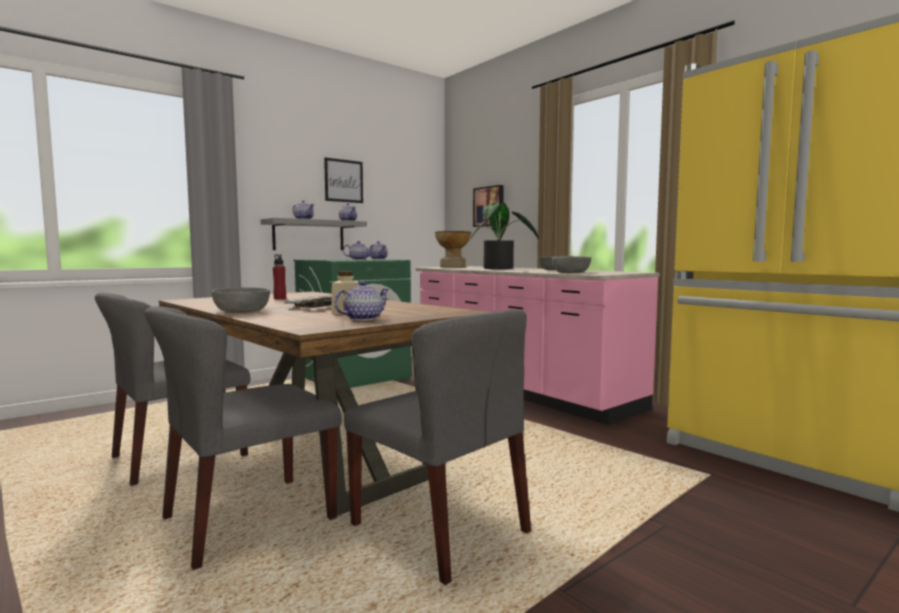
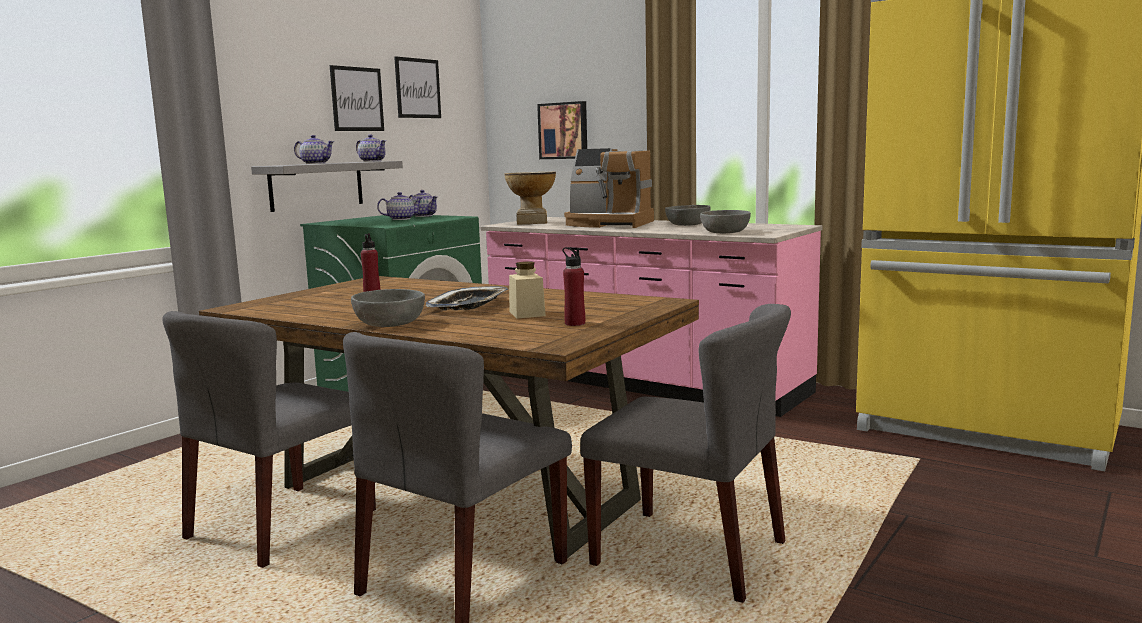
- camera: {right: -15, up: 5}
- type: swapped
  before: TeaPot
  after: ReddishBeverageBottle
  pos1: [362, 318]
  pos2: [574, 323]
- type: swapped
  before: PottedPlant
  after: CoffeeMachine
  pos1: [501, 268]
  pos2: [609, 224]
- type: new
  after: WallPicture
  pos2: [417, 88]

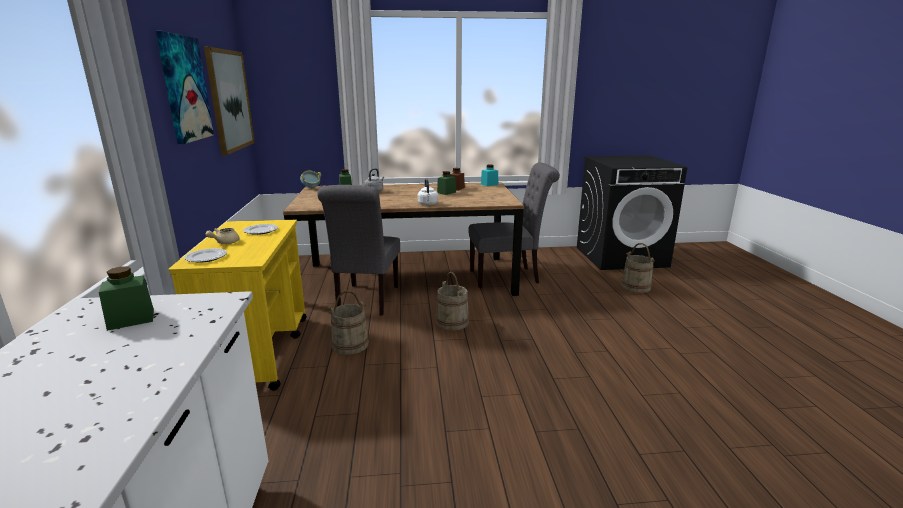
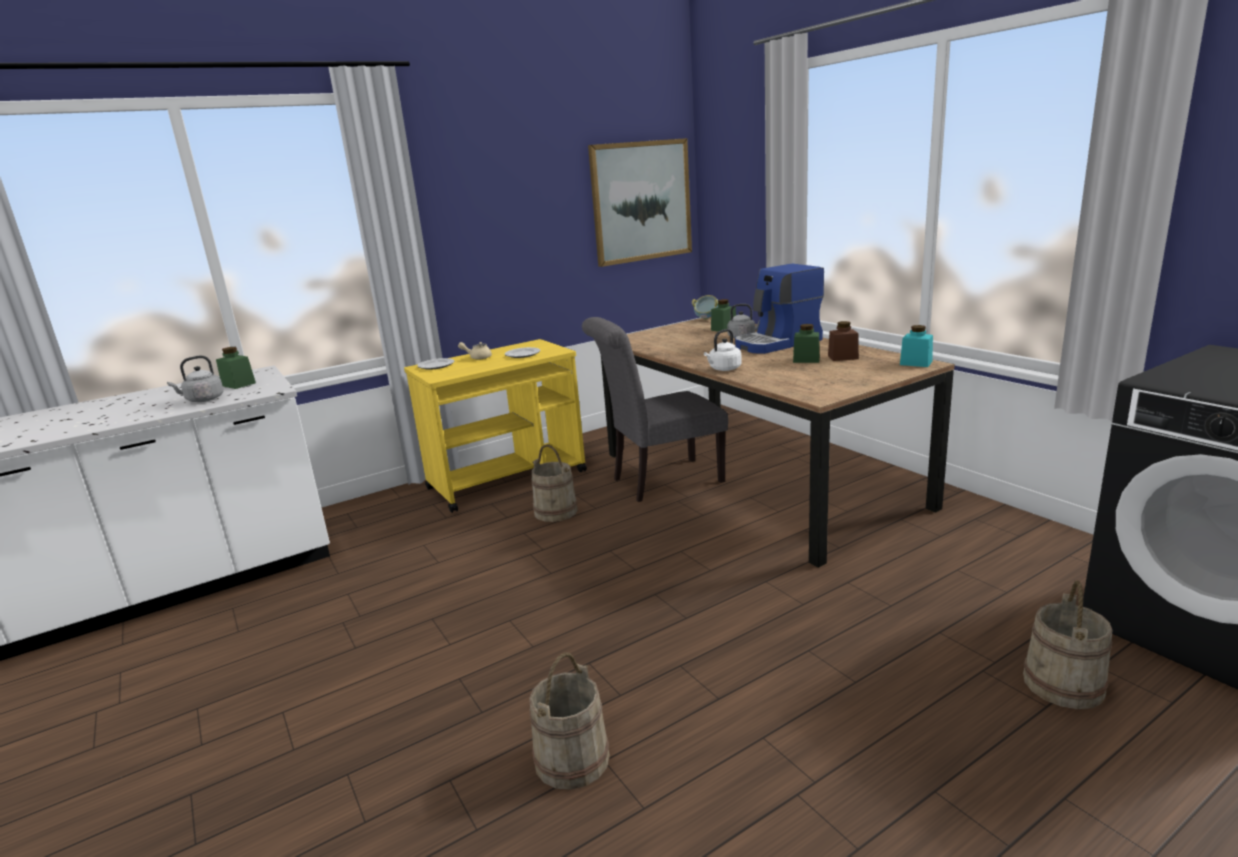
- camera: {right: 65, up: 0}
- type: gone
  before: WallPicture
  pos1: [185, 88]
- type: shifted
  before: BeigeBucket
  pos1: [452, 322]
  pos2: [572, 759]
- type: gone
  before: GreyUprightChair
  pos1: [508, 276]
- type: new
  after: GreyKettle
  pos2: [203, 400]
- type: new
  after: CoffeeMachine
  pos2: [778, 343]

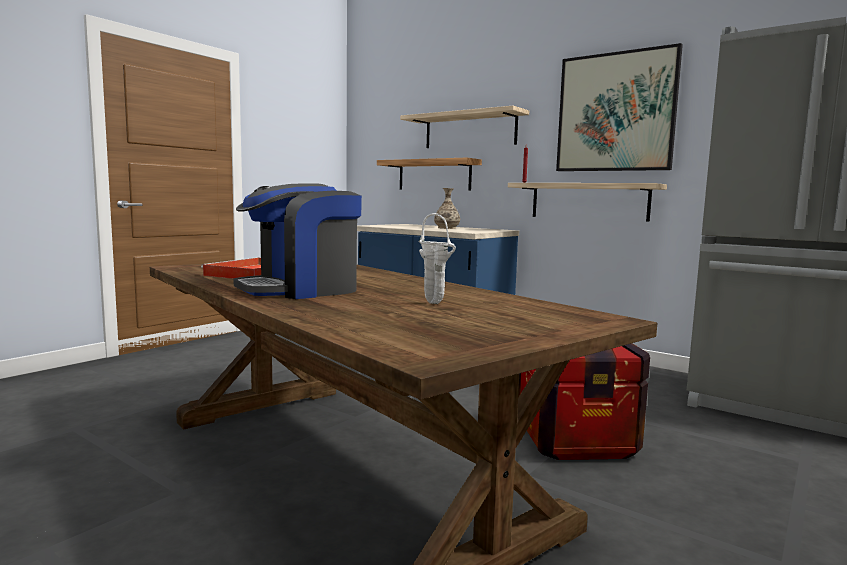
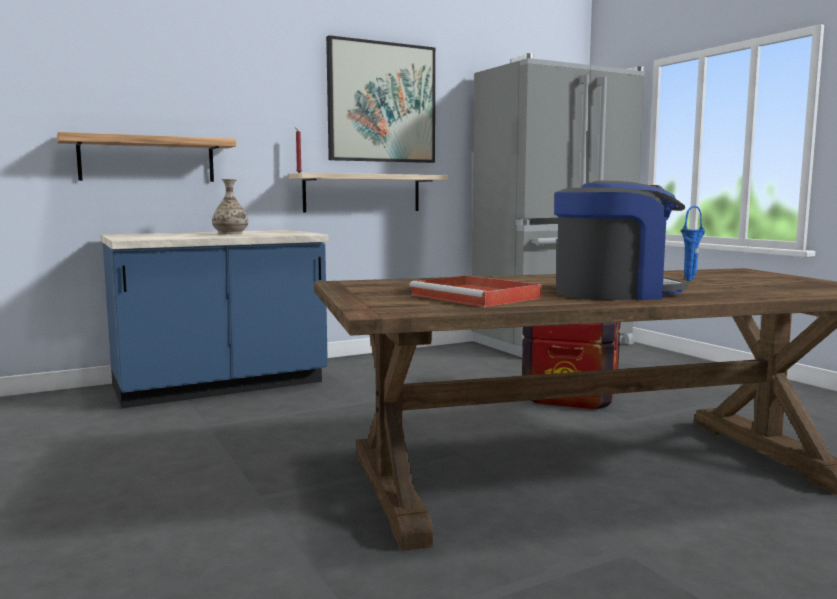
- camera: {right: -65, up: 0}
- type: rotated
  before: CoffeeMachine
  pos1: [301, 290]
  pos2: [614, 293]
  turn: -90
- type: gone
  before: BracketShelf
  pos1: [470, 130]
- type: repainted
  before: WhiteColouredFlowerVase
  after: BlueFlowerVase
  pos1: [436, 304]
  pos2: [690, 280]

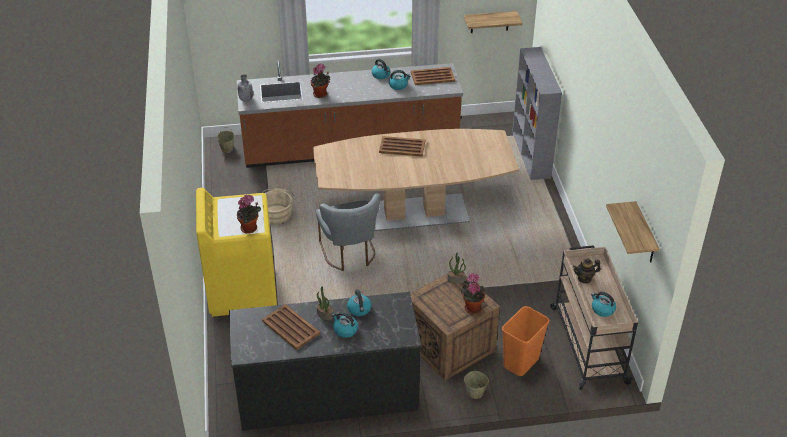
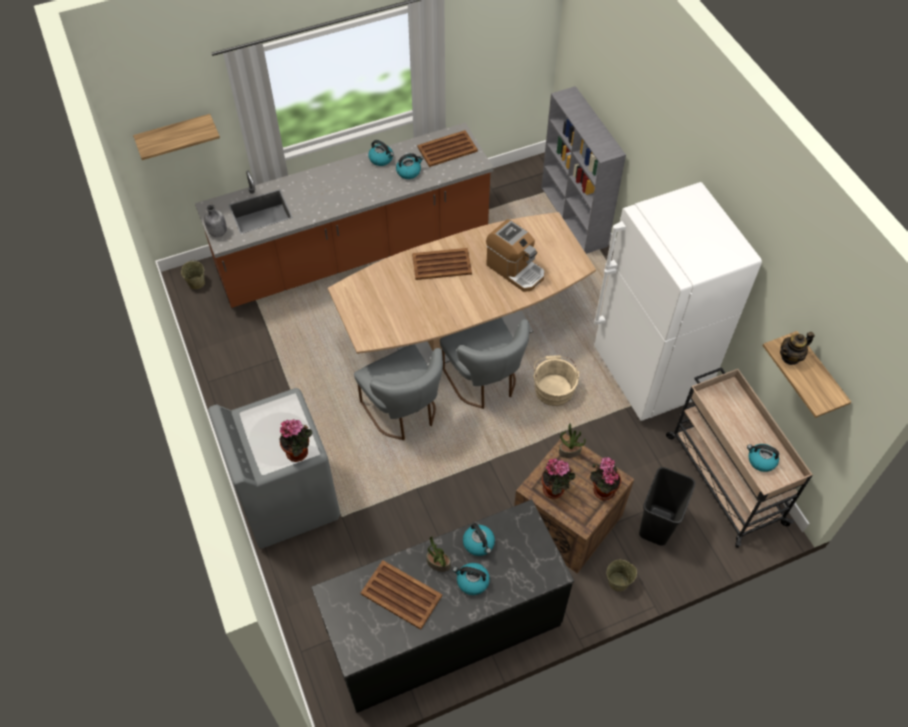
- camera: {right: -15, up: 15}
- type: repainted
  before: YellowLaundryAppliance
  after: GreyLaundryAppliance
  pos1: [242, 290]
  pos2: [287, 499]
- type: shifted
  before: BeigeBucket
  pos1: [277, 214]
  pos2: [553, 388]
- type: shifted
  before: PottedPlant
  pos1: [321, 94]
  pos2: [555, 490]
- type: shifted
  before: BracketShelf
  pos1: [489, 22]
  pos2: [175, 135]
- type: repainted
  before: OrangeRubbishBin
  after: BlackRubbishBin
  pos1: [521, 363]
  pos2: [657, 525]
- type: shifted
  before: TeaPot
  pos1: [584, 278]
  pos2: [790, 357]
- type: new
  after: GreyUprightChair
  pos2: [484, 382]
- type: new
  after: CoffeeMachine
  pos2: [515, 269]
- type: new
  after: WhiteColouredRefrigerator
  pos2: [648, 375]

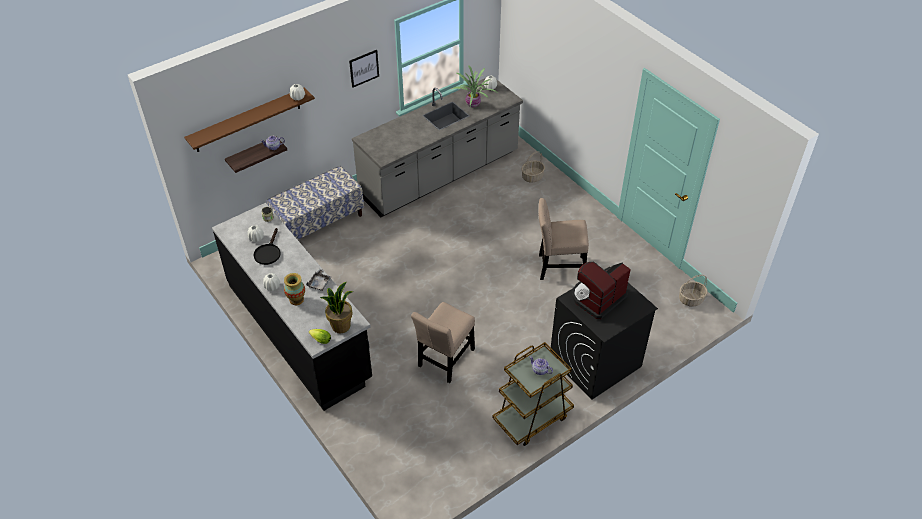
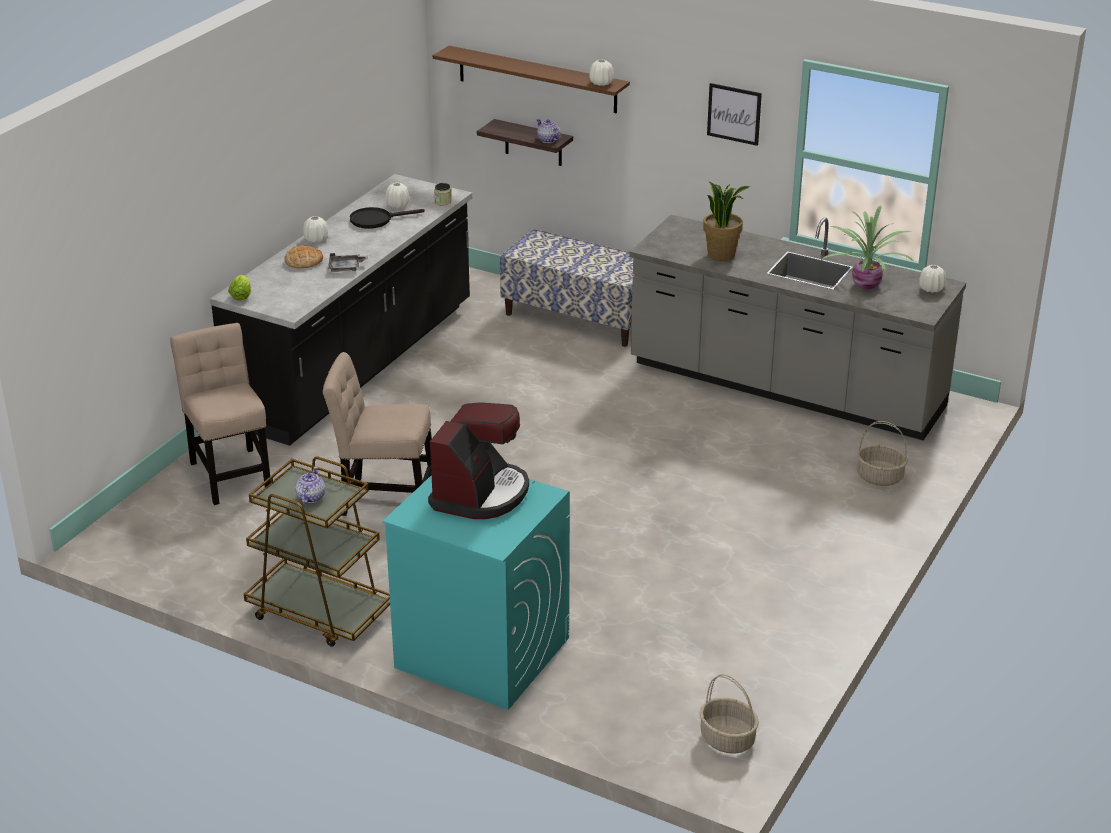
- camera: {right: 65, up: -15}
- type: swapped
  before: FlowerVase
  after: BakedBread
  pos1: [296, 300]
  pos2: [303, 261]
- type: shifted
  before: PottedPlant
  pos1: [341, 326]
  pos2: [721, 254]
- type: shifted
  before: BeigeUprightChair
  pos1: [558, 267]
  pos2: [230, 473]
- type: repainted
  before: BlackLaundryAppliance
  after: TurquoiseLaundryAppliance
  pos1: [595, 362]
  pos2: [481, 652]
- type: rotated
  before: CoffeeMachine
  pos1: [597, 298]
  pos2: [480, 493]
  turn: 90

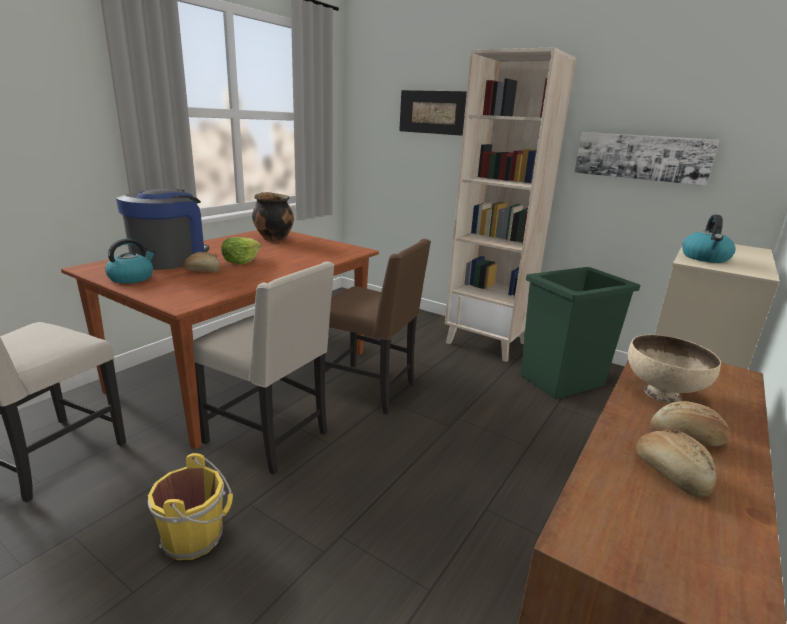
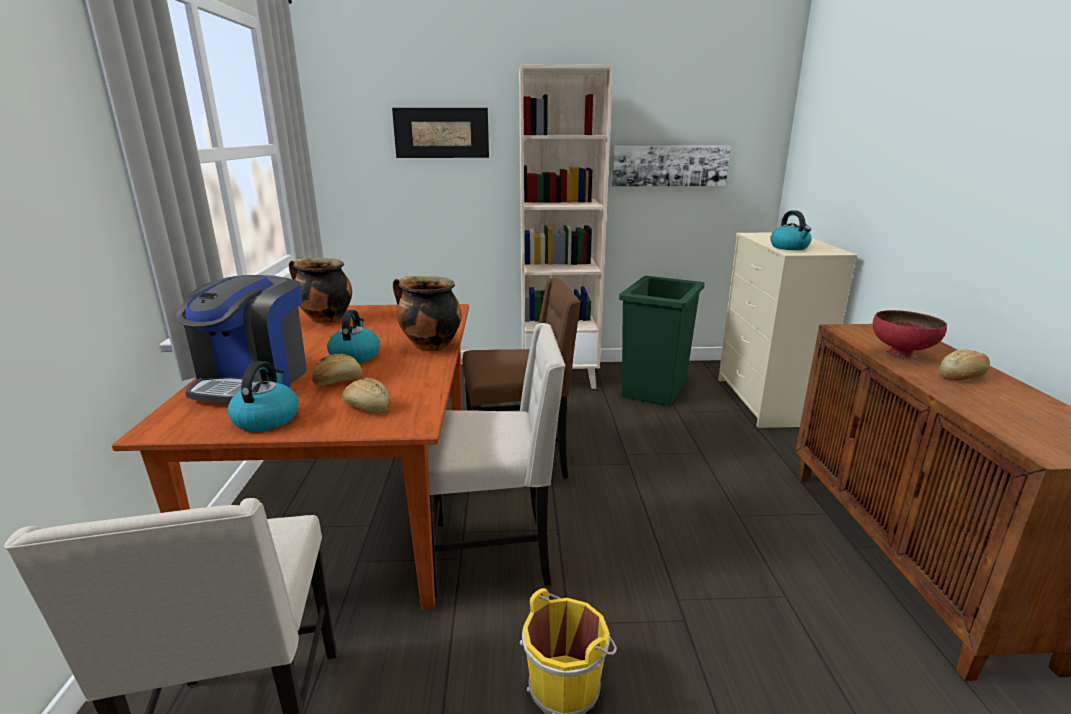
- camera: {right: -35, up: 0}
- type: rotated
  before: CoffeeMachine
  pos1: [169, 259]
  pos2: [254, 380]
  turn: -150
- type: swapped
  before: HeadOfLettuce
  after: Kettle
  pos1: [241, 261]
  pos2: [355, 356]
- type: repainted
  before: BeigeServingBowl
  after: ReddishServingBowl
  pos1: [661, 394]
  pos2: [900, 355]
- type: shifted
  before: BakedBread
  pos1: [671, 474]
  pos2: [368, 407]
- type: new
  after: Saucepot
  pos2: [429, 346]

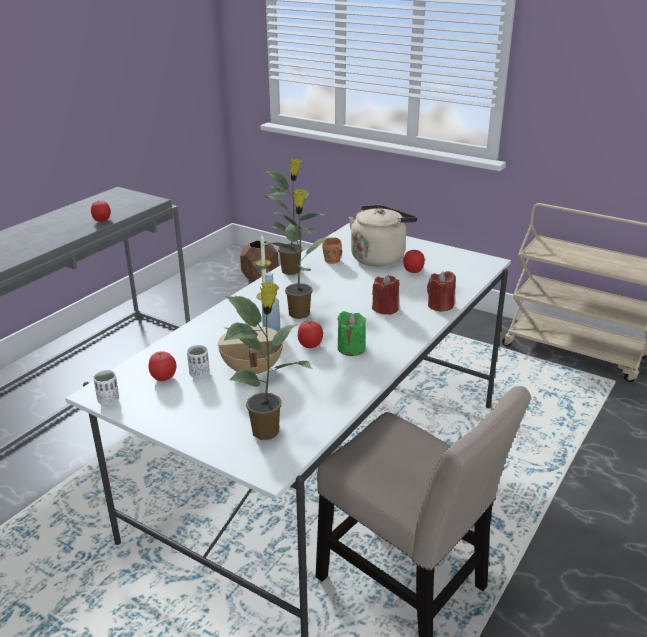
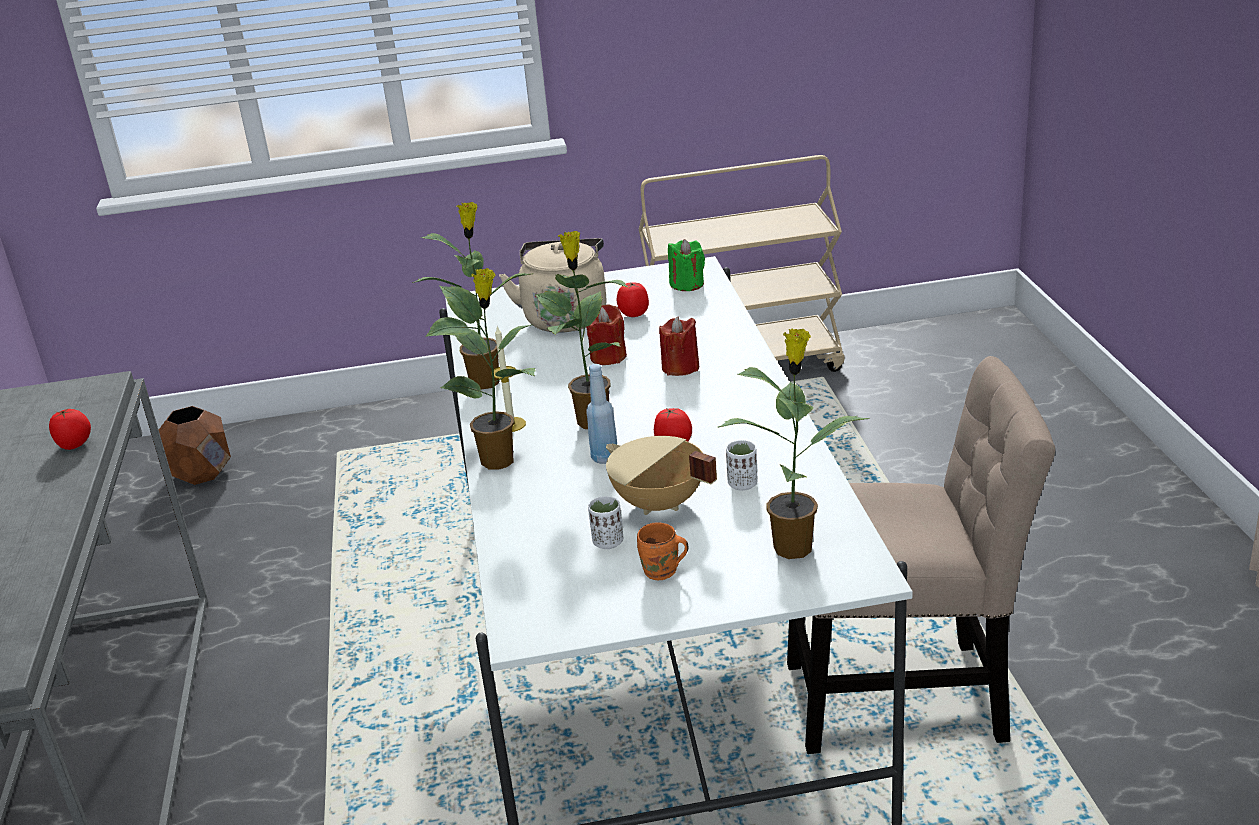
- camera: {right: -40, up: 0}
- type: shifted
  before: WhiteColouredCup
  pos1: [109, 401]
  pos2: [742, 484]
- type: gone
  before: WholeTomato
  pos1: [163, 378]
- type: shifted
  before: OrangeTeaMug
  pos1: [332, 261]
  pos2: [662, 573]
- type: shifted
  before: GreenishWaxLight
  pos1: [351, 348]
  pos2: [687, 284]
- type: shifted
  before: ReddishWaxLight
  pos1: [440, 305]
  pos2: [608, 357]
- type: new
  after: PottedPlant
  pos2: [500, 460]

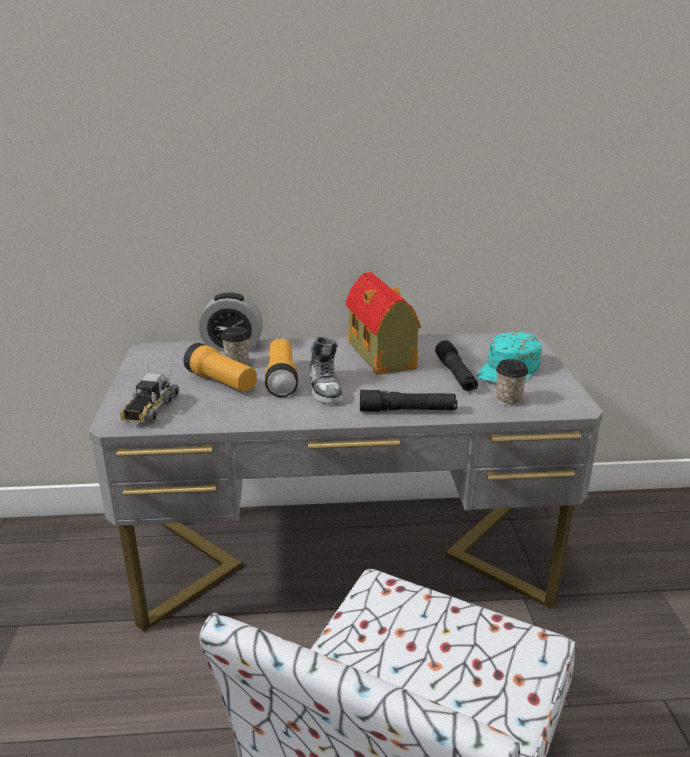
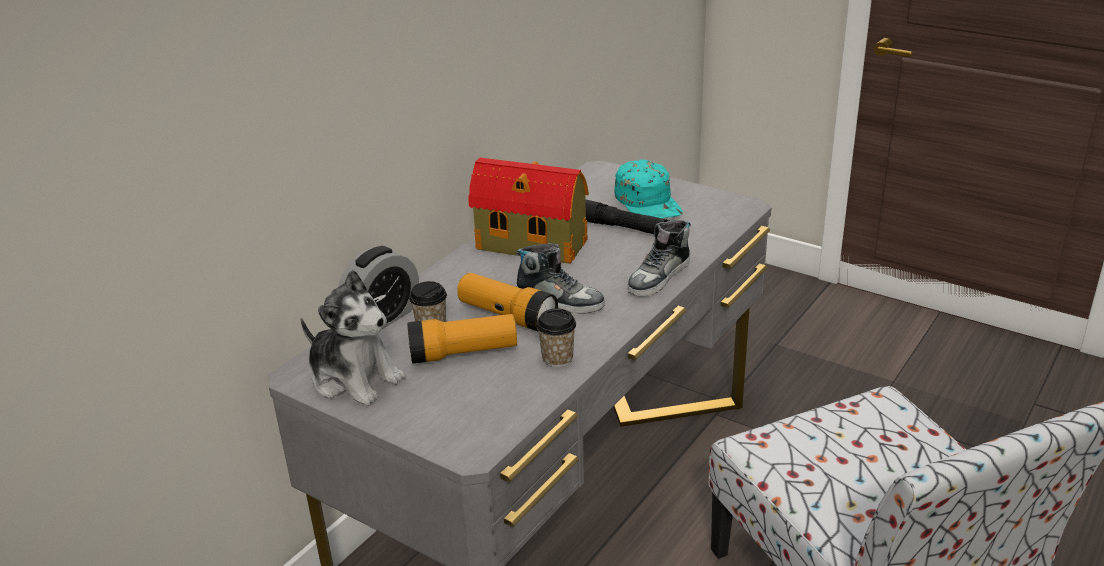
- camera: {right: -50, up: 5}
- type: gone
  before: ToyLorry
  pos1: [150, 410]
- type: swapped
  before: BlackHandTorch
  after: LowShoe
  pos1: [407, 410]
  pos2: [659, 277]
- type: shifted
  before: Cup
  pos1: [508, 400]
  pos2: [557, 359]
- type: new
  after: PlushToy
  pos2: [355, 378]

